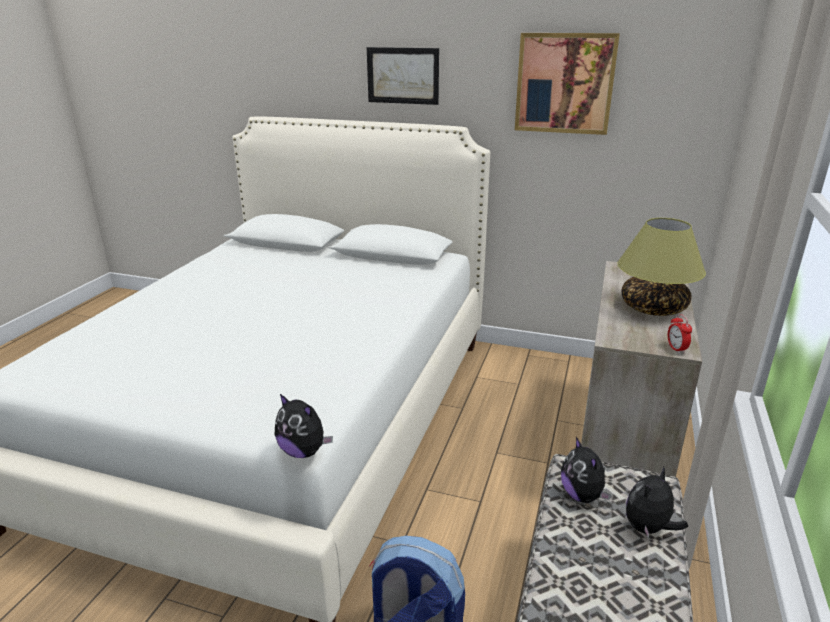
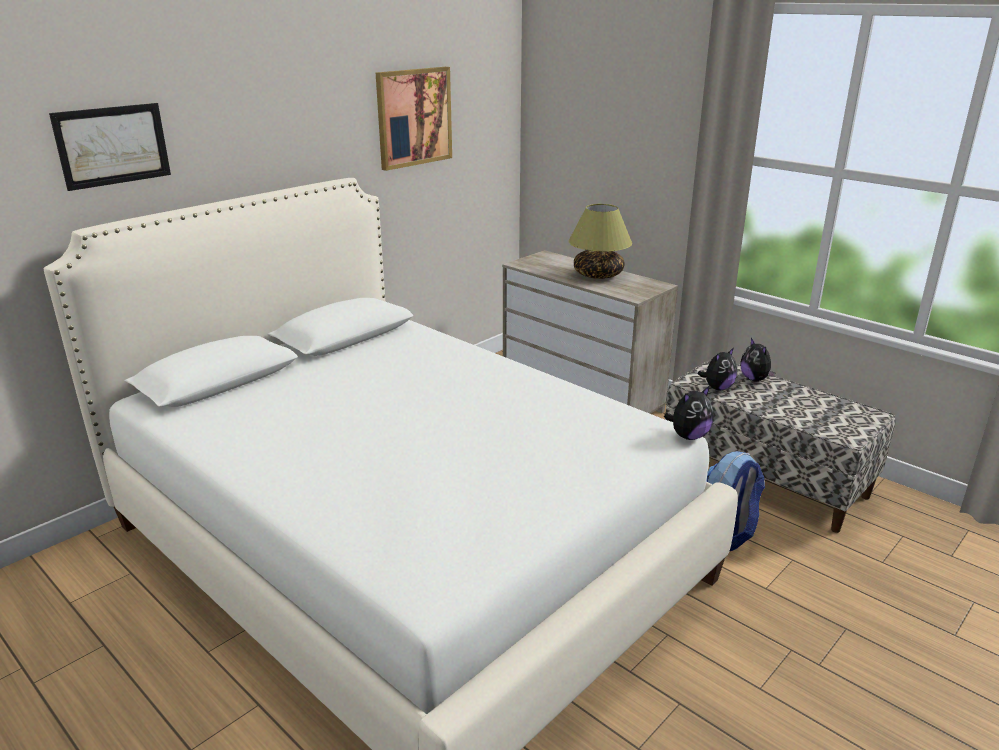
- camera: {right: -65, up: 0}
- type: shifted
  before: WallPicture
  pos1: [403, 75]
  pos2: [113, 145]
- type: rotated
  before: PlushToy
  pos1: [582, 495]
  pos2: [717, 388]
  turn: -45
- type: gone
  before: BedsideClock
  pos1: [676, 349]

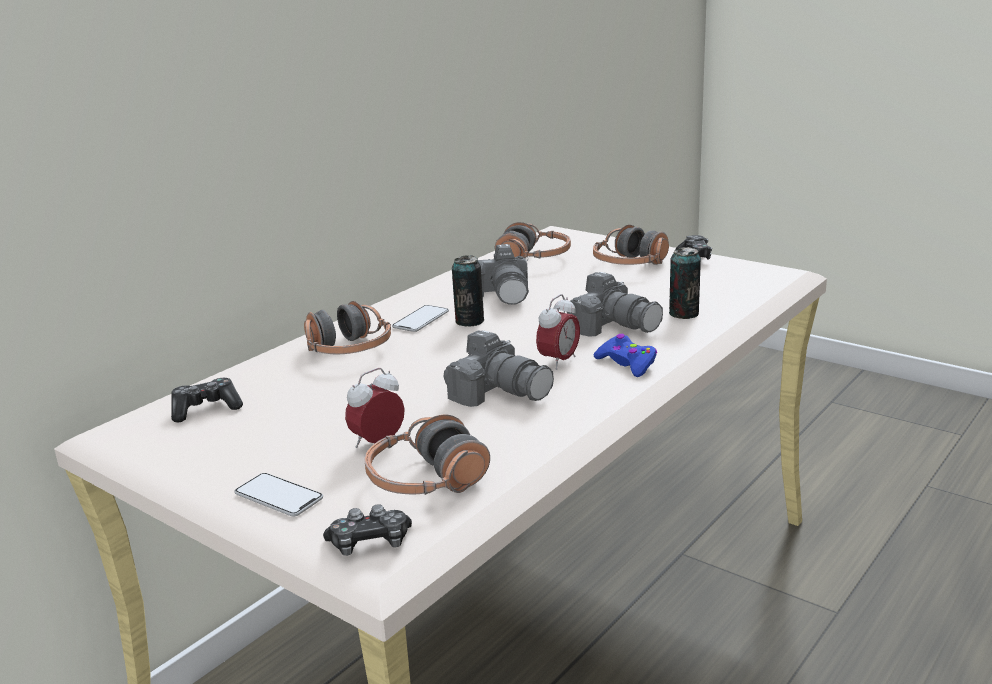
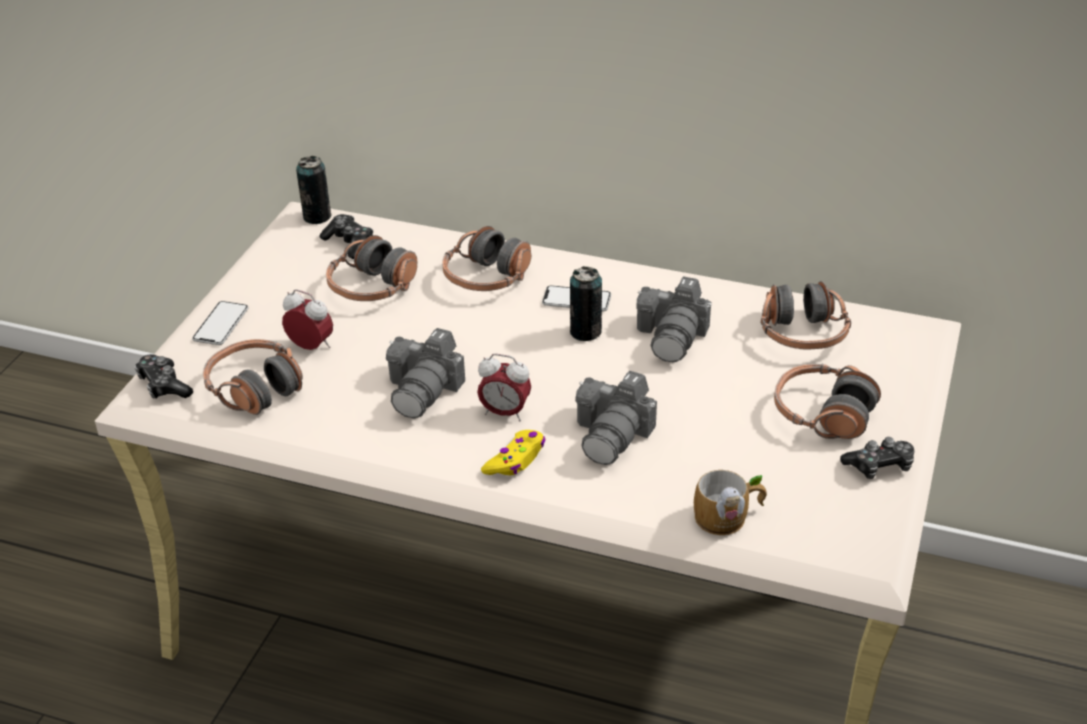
- camera: {right: 70, up: 15}
- type: rotated
  before: StillCamera
  pos1: [503, 294]
  pos2: [673, 336]
  turn: -45
- type: repainted
  before: BlueGameController
  after: YellowGameController
  pos1: [627, 363]
  pos2: [516, 460]
- type: shifted
  before: MetalCan
  pos1: [683, 314]
  pos2: [317, 216]
- type: new
  after: Headset
  pos2: [372, 288]
- type: new
  after: TeaMug
  pos2: [729, 517]

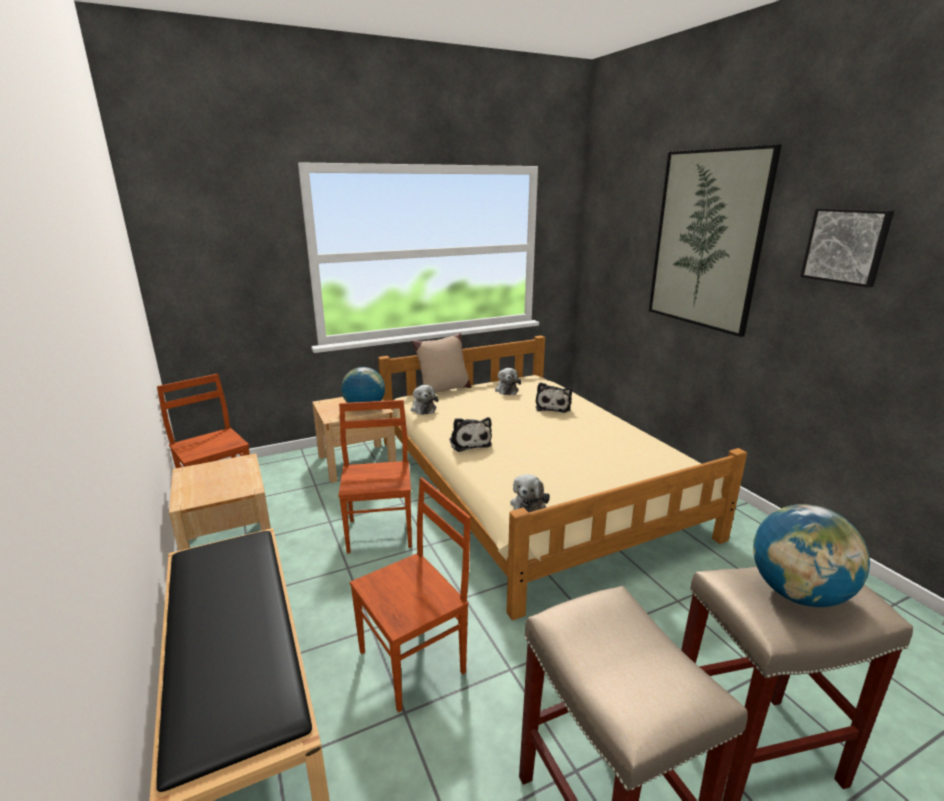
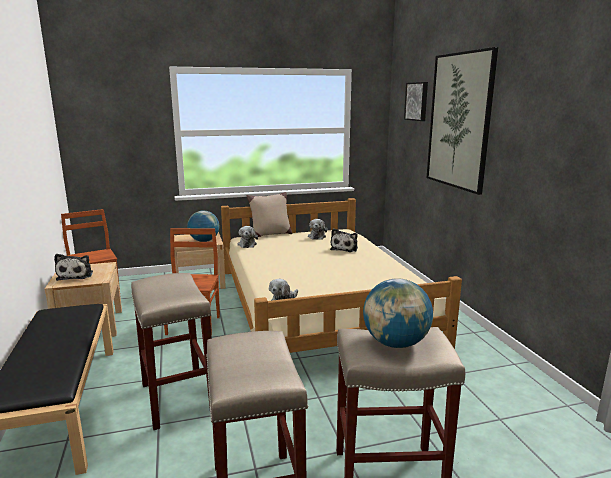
- camera: {right: 10, up: -5}
- type: swapped
  before: BrownUprightChair
  after: BeigeSittingStool
  pos1: [414, 662]
  pos2: [179, 398]
- type: shifted
  before: PlushToy
  pos1: [469, 442]
  pos2: [76, 275]
- type: shifted
  before: WallPicture
  pos1: [846, 246]
  pos2: [417, 101]

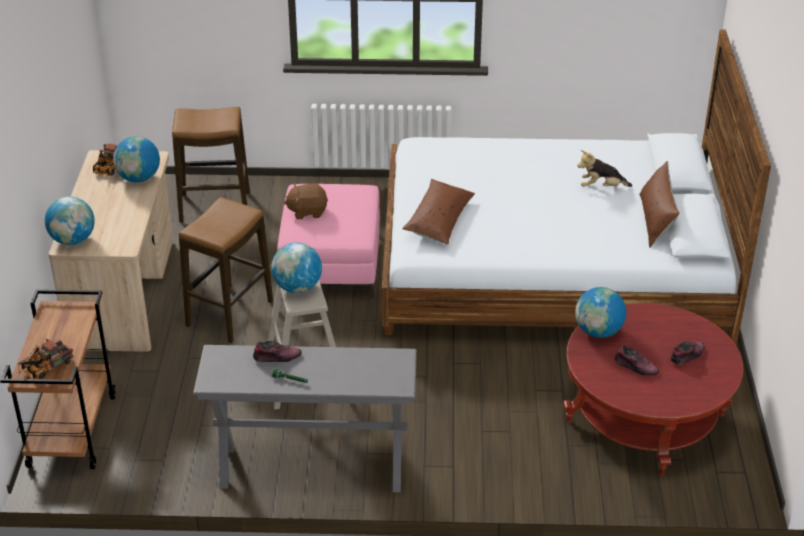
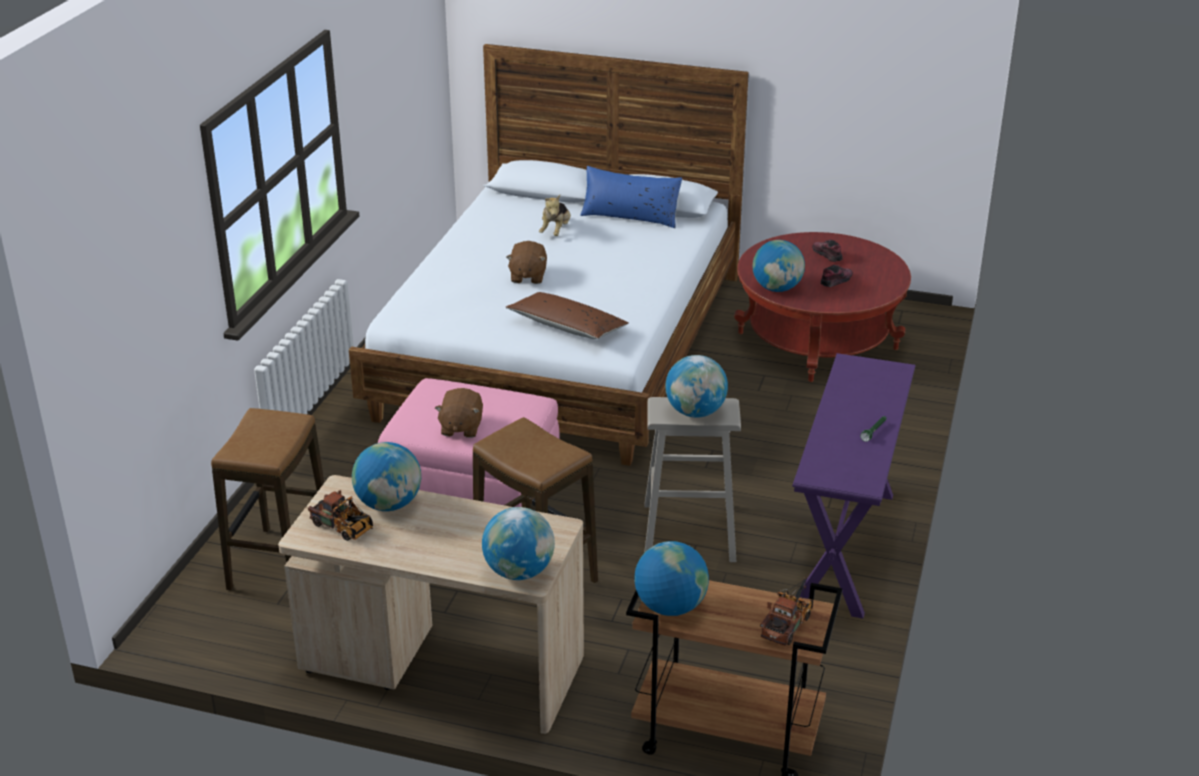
- camera: {right: -75, up: -5}
- type: rotated
  before: ToyLorry
  pos1: [45, 368]
  pos2: [788, 623]
  turn: -120
- type: repainted
  before: GreyNarrowTable
  after: PurpleNarrowTable
  pos1: [312, 468]
  pos2: [844, 547]
- type: gone
  before: LowShoe
  pos1: [277, 357]
- type: repainted
  before: BrownPillow
  after: BluePillow
  pos1: [656, 220]
  pos2: [630, 216]
- type: new
  after: BrownPlushToy
  pos2: [527, 276]
- type: new
  after: WorldGlobe
  pos2: [670, 607]

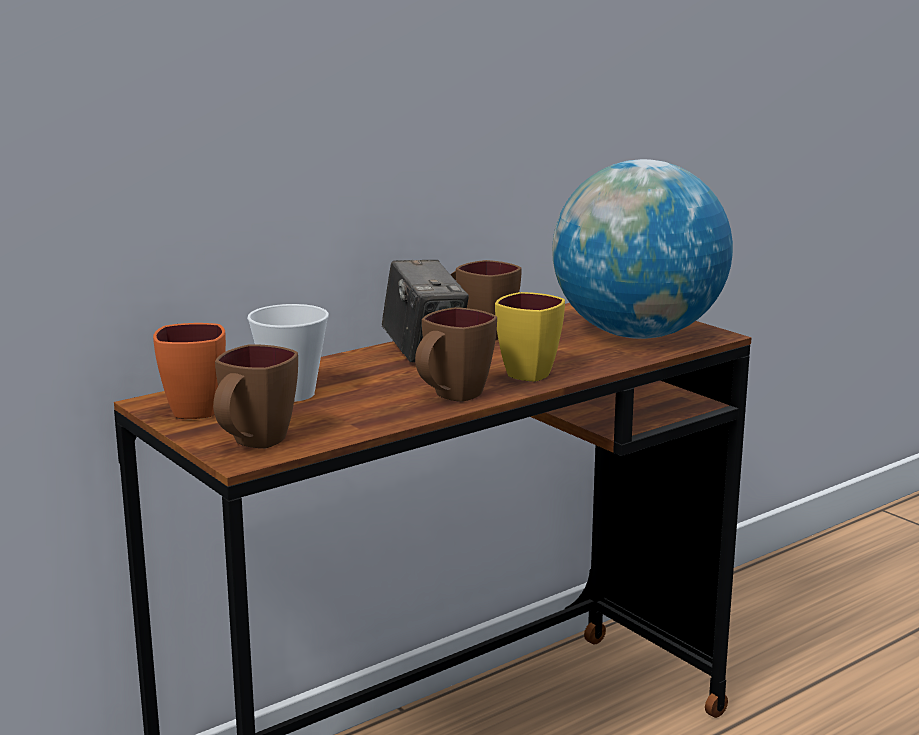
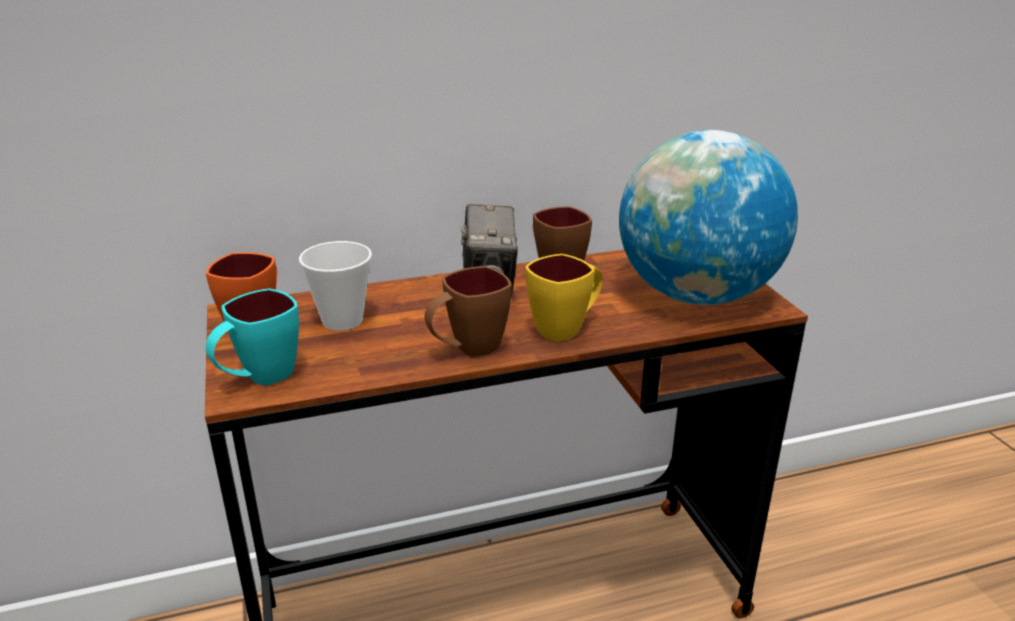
- camera: {right: 20, up: 10}
- type: repainted
  before: BrownTeaMug
  after: TurquoiseTeaMug
  pos1: [253, 445]
  pos2: [259, 379]

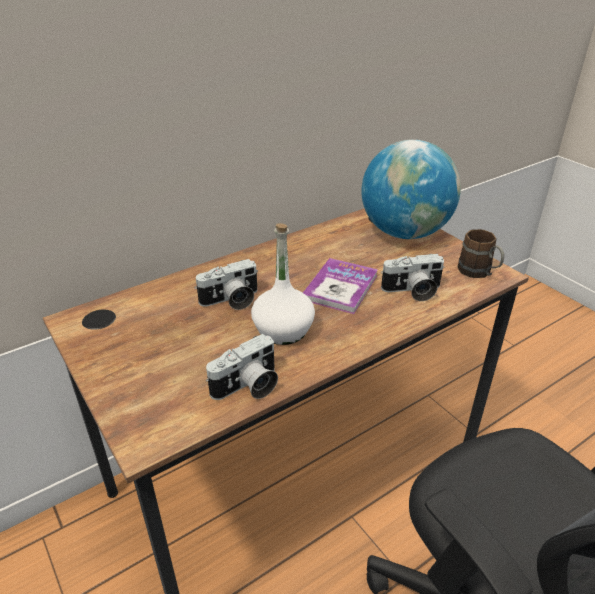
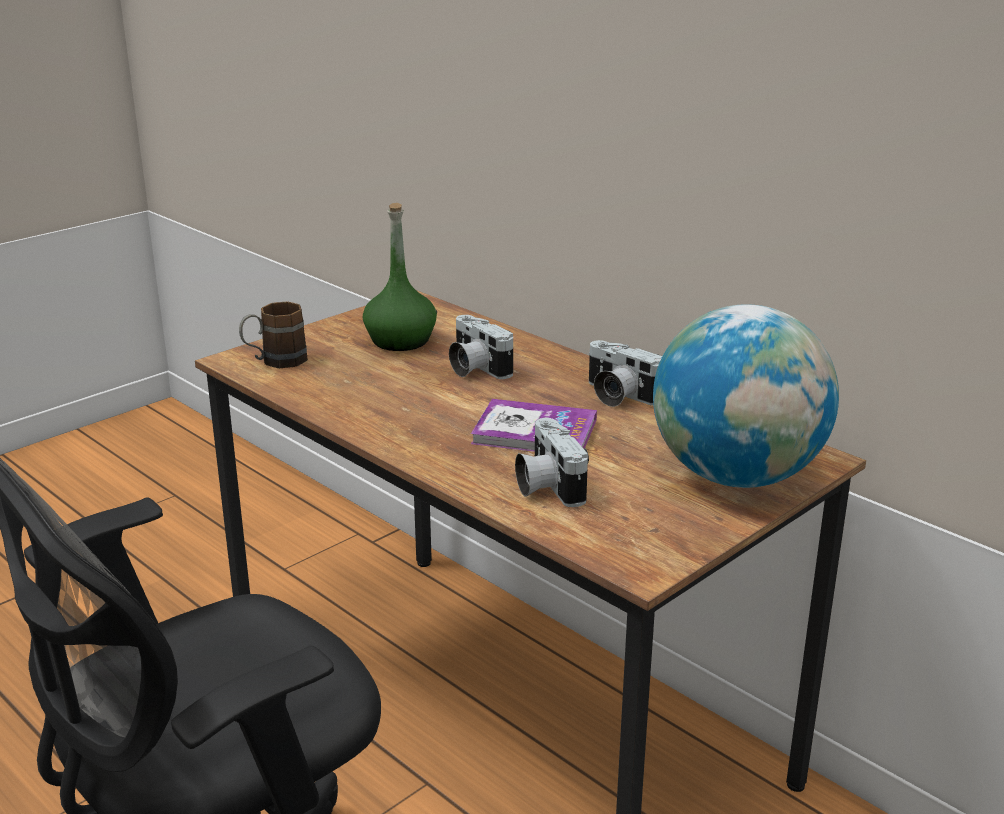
- camera: {right: 80, up: -10}
- type: shifted
  before: StillCamera
  pos1: [248, 387]
  pos2: [617, 396]
- type: gone
  before: WhiteColouredBeverageBottle
  pos1: [283, 330]
- type: shifted
  before: BrownTeaMug
  pos1: [479, 273]
  pos2: [275, 362]
- type: new
  after: GreenishBeverageBottle
  pos2: [401, 341]

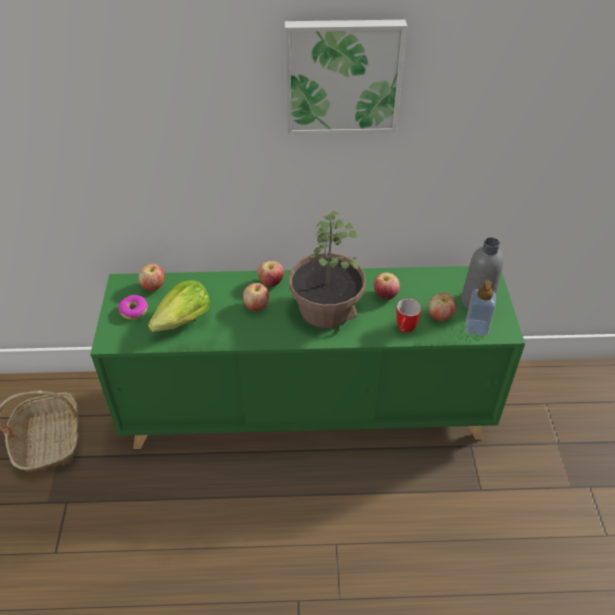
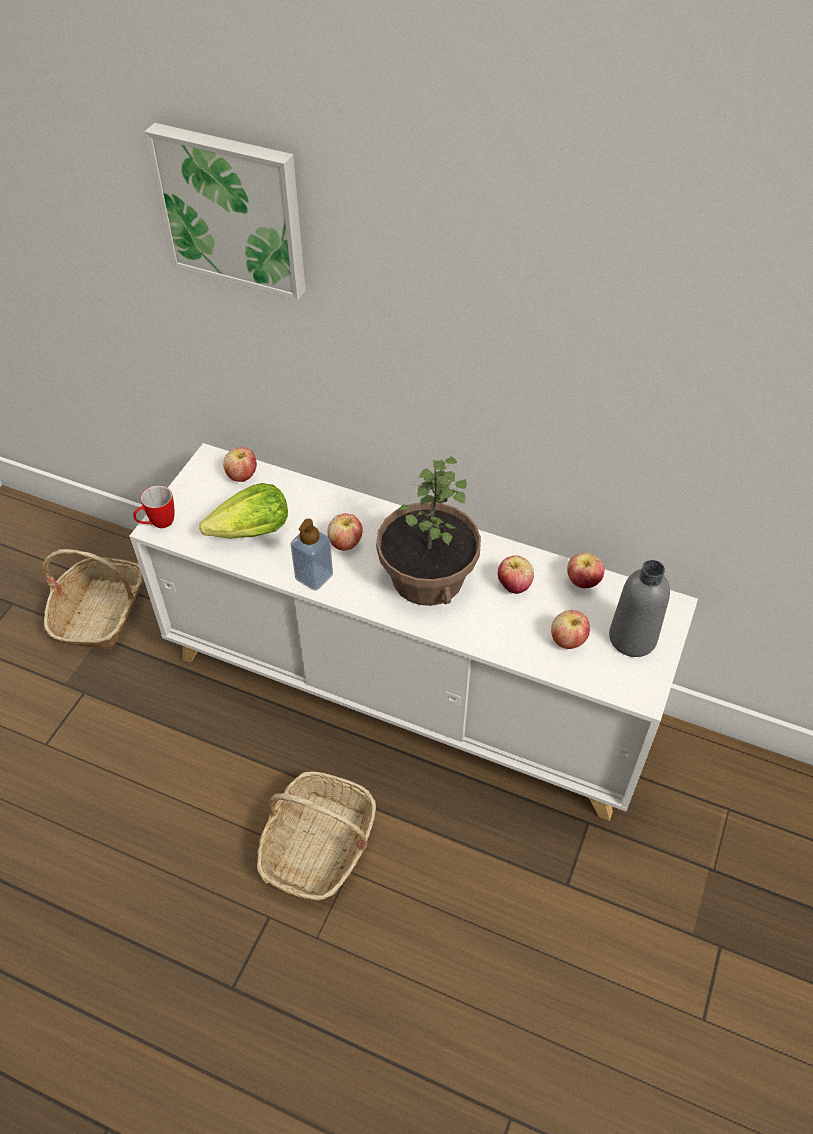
- camera: {right: 25, up: 5}
- type: repainted
  before: GreenishCabinet
  after: WhiteColouredCabinet
  pos1: [308, 408]
  pos2: [407, 691]
- type: gone
  before: RingDoughnut
  pos1: [133, 311]
- type: shifted
  before: Apple
  pos1: [271, 283]
  pos2: [583, 582]
- type: shifted
  before: WallPicture
  pos1: [342, 76]
  pos2: [233, 209]
- type: shifted
  before: TeaMug
  pos1: [404, 330]
  pos2: [157, 524]
- type: shifted
  before: SoapDispenser
  pos1: [476, 327]
  pos2: [314, 577]
- type: new
  after: HouseholdBasket
  pos2: [319, 845]

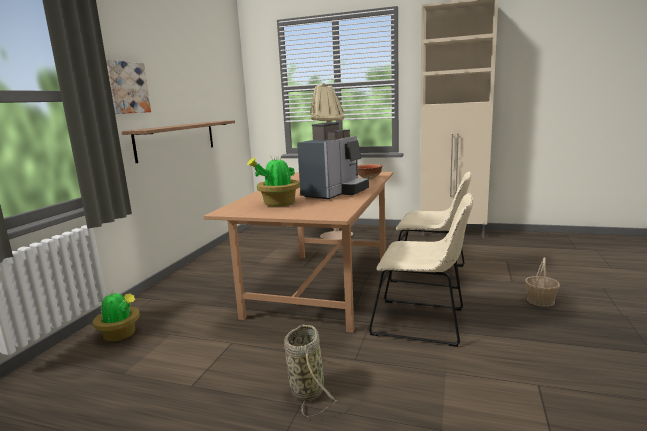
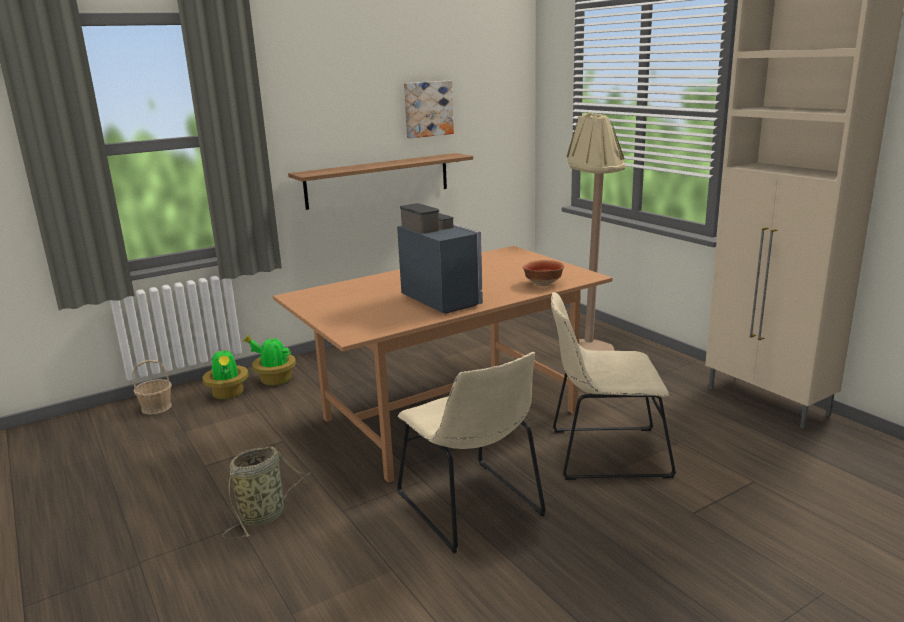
- camera: {right: 40, up: 5}
- type: shifted
  before: WallPicture
  pos1: [126, 87]
  pos2: [427, 109]
- type: shifted
  before: PottedPlant
  pos1: [278, 204]
  pos2: [274, 380]
- type: rotated
  before: CoffeeMachine
  pos1: [335, 192]
  pos2: [443, 298]
  turn: -105
- type: rotated
  before: BeigeUprightChair
  pos1: [432, 274]
  pos2: [603, 453]
  turn: 120
- type: shifted
  before: HouseholdBasket
  pos1: [540, 300]
  pos2: [156, 407]

